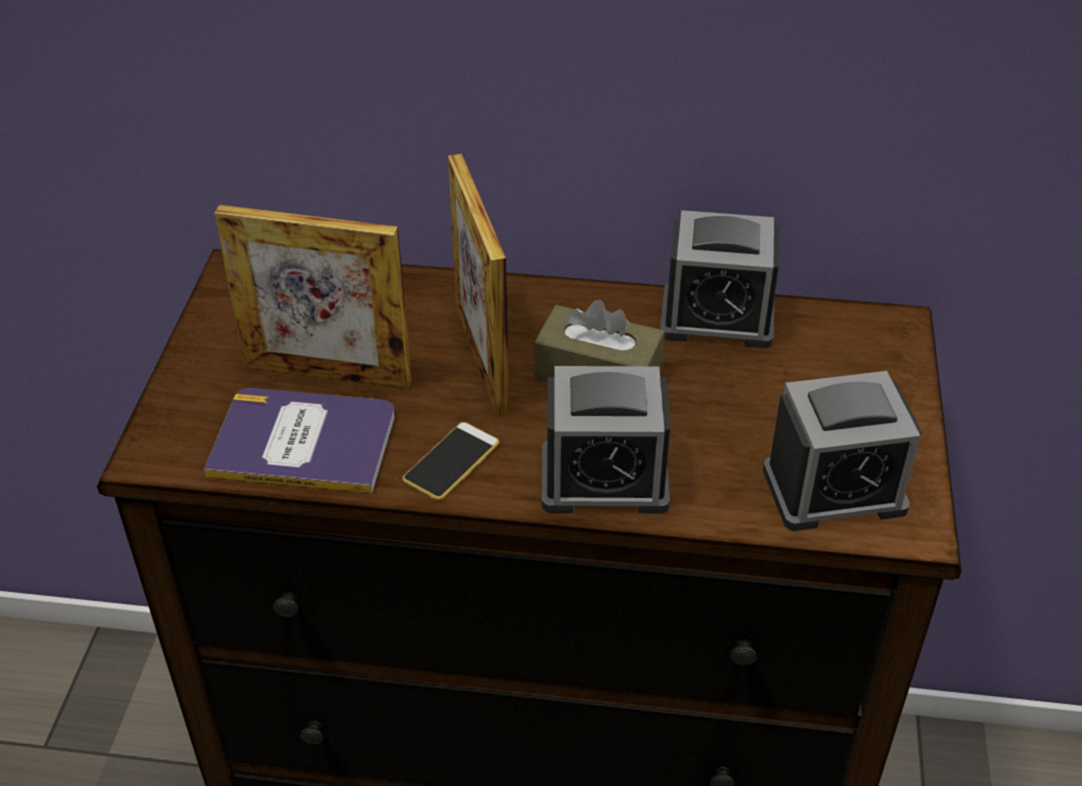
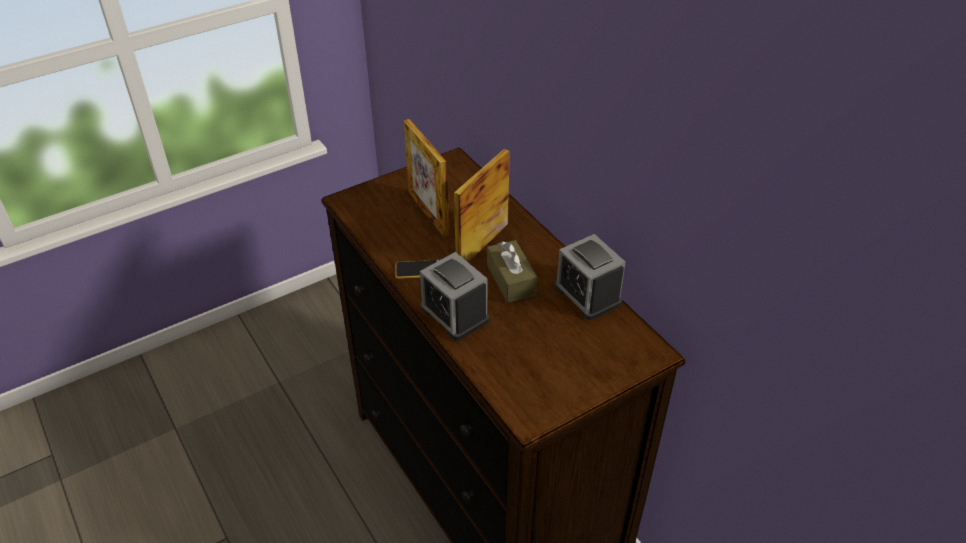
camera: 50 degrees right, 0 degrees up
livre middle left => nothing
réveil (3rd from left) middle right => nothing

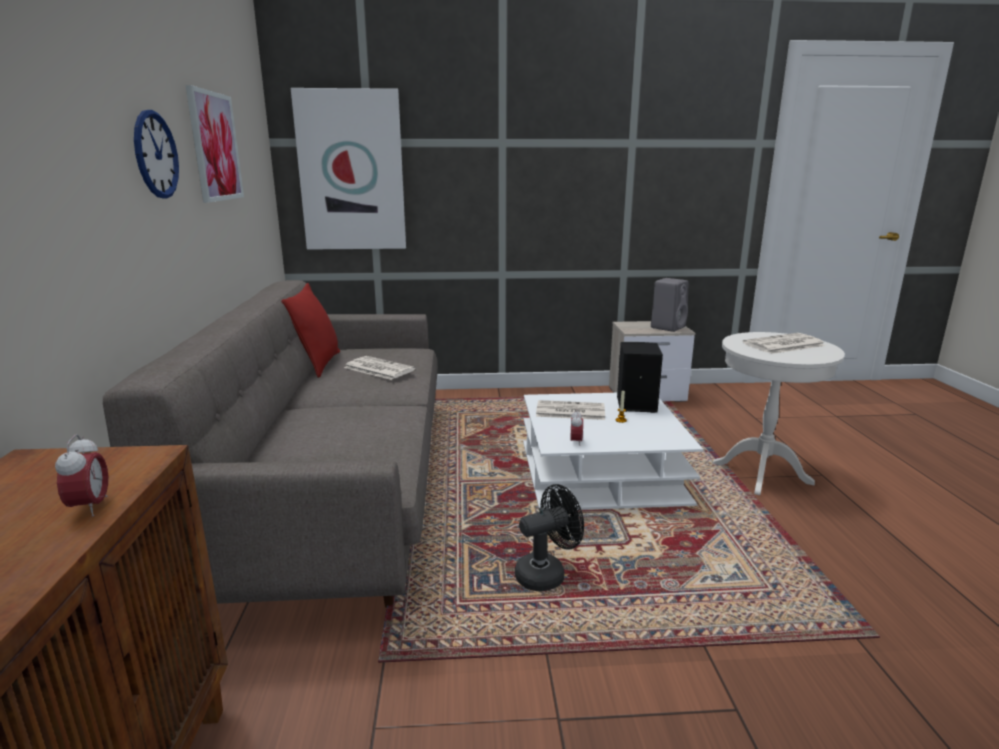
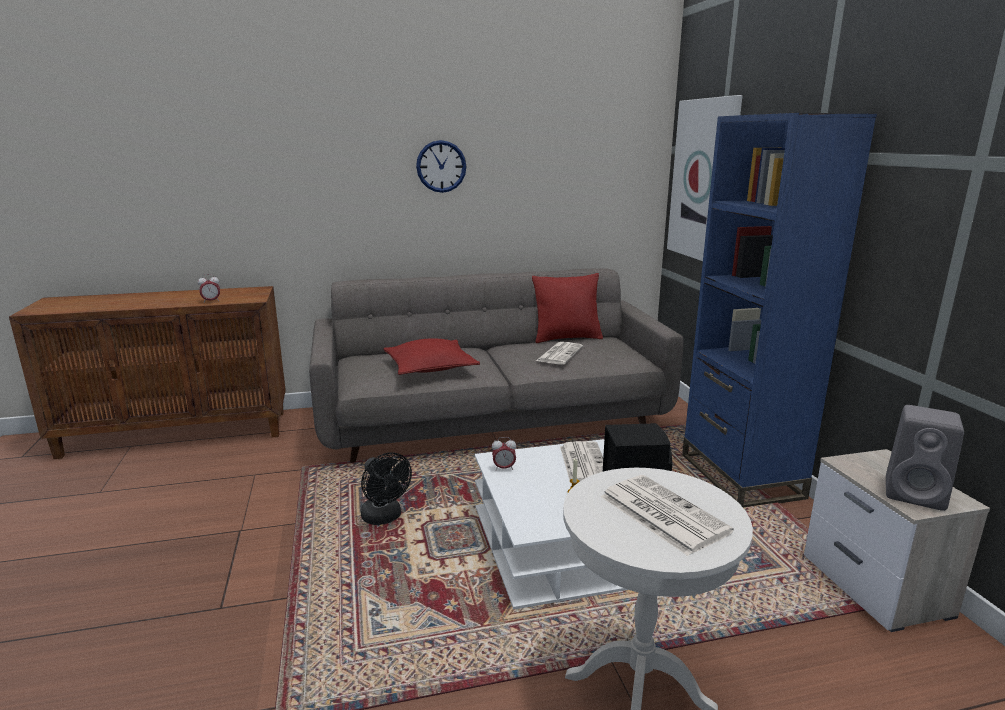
camera: 80 degrees right, 0 degrees up
tableau (1st from left) top left => nothing
nothing => coussin/rouge (1st from left) centre
nothing => bibliothèque/bleu middle right

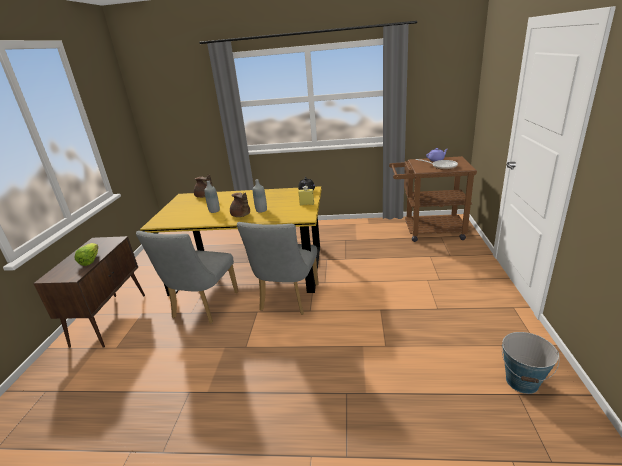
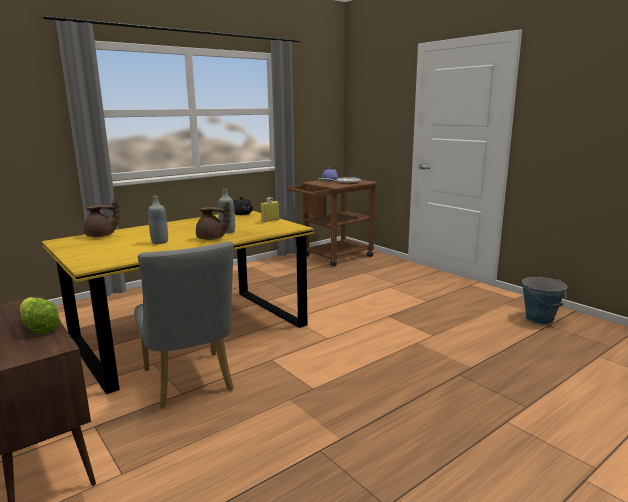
camera: 45 degrees left, 10 degrees down
chaise/gris (2nd from left) centre => nothing

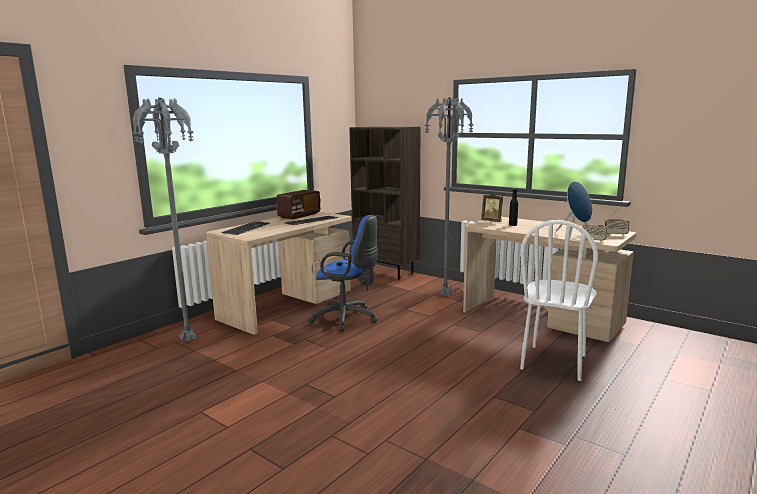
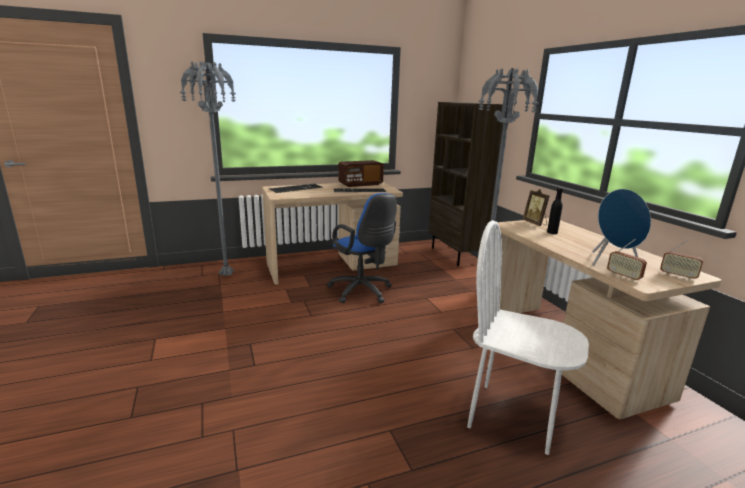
camera: 30 degrees right, 5 degrees up
chaise/blanc middle right => chaise/blanc bottom right, 60 degrees clockwise

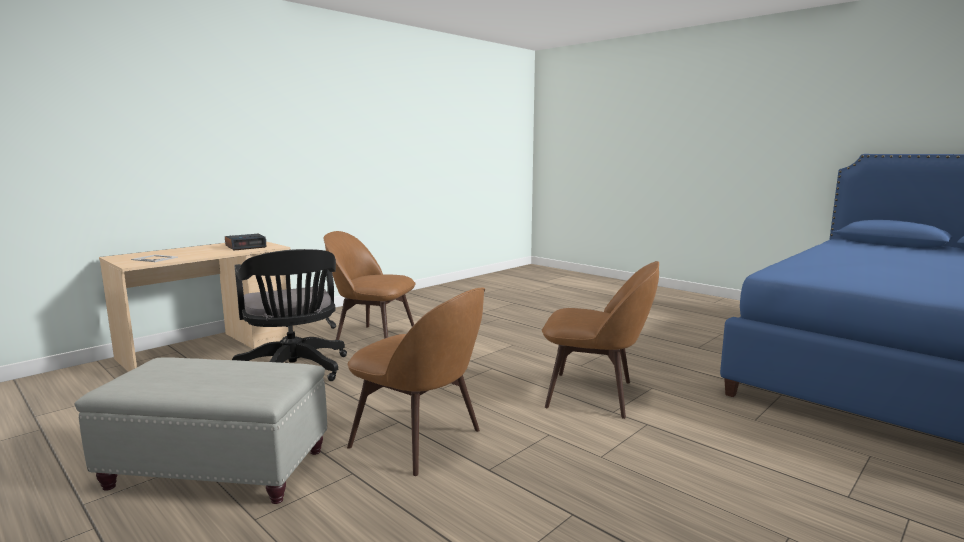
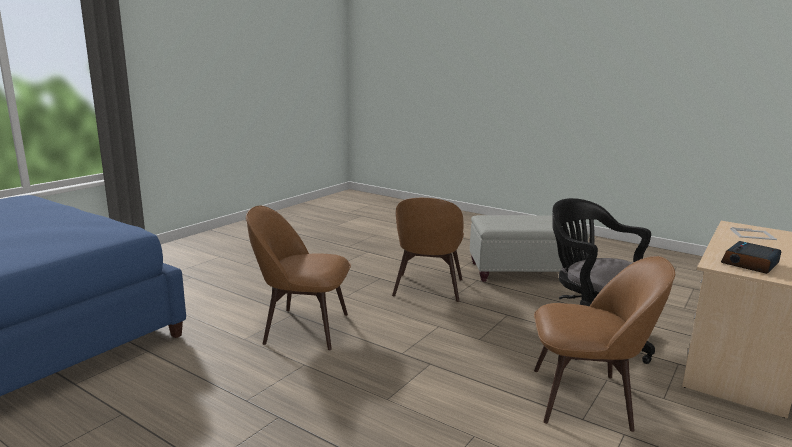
camera: 170 degrees right, 5 degrees up
chaise/marron (2nd from left) bottom centre => chaise/marron (2nd from left) centre, 105 degrees counterclockwise

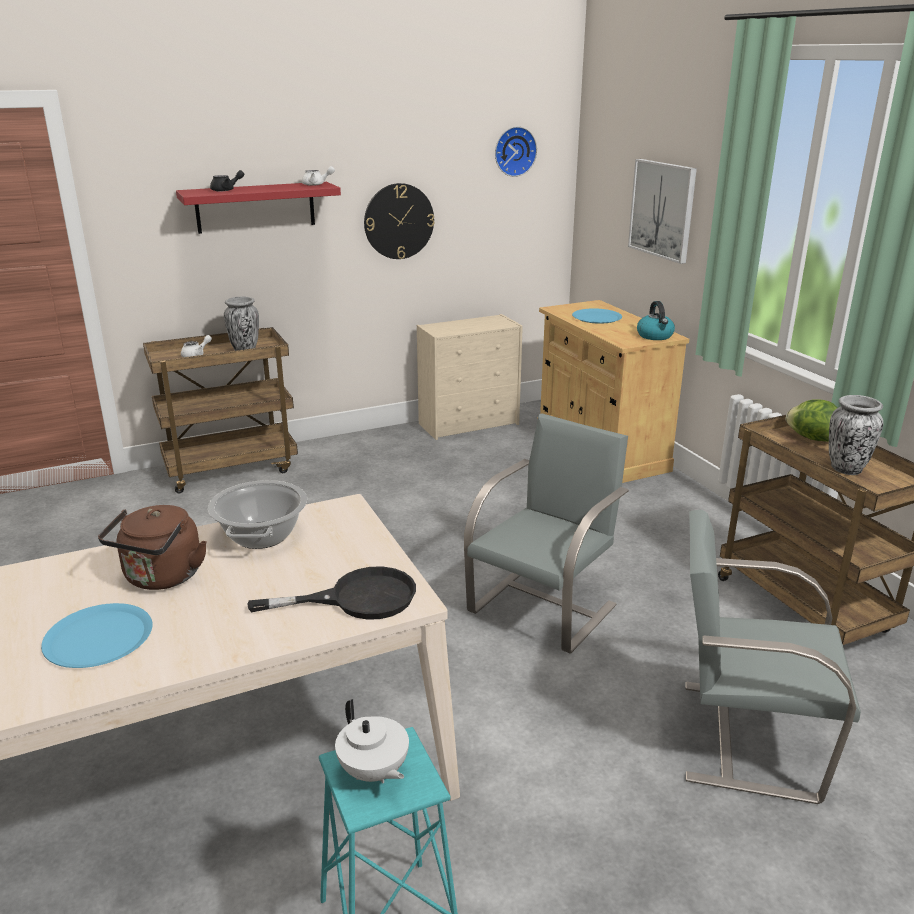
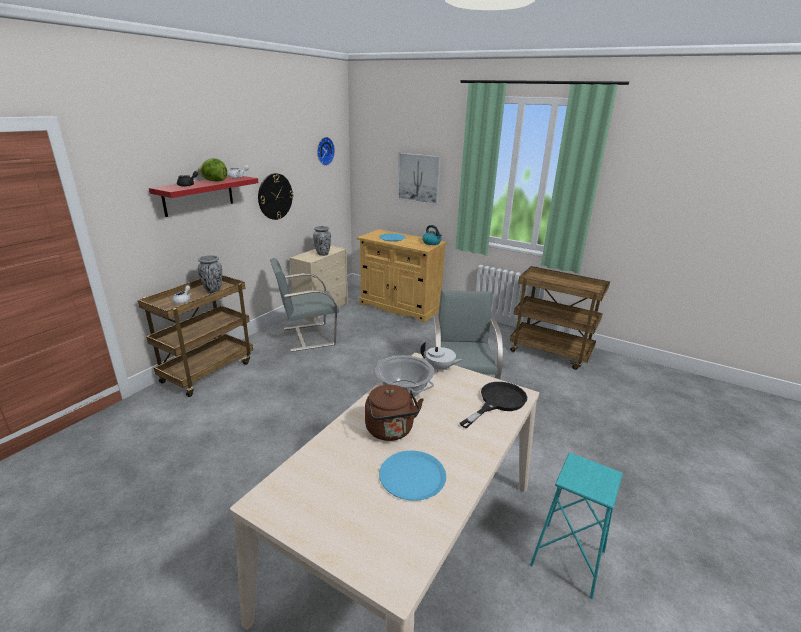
camera: 35 degrees left, 0 degrees up
théière/blanc (3rd from left) bottom centre => théière/blanc (3rd from left) centre, moved
chaise/gris (2nd from left in the first image) bottom right => chaise/gris (1st from left) centre, moved
laitue middle right => laitue top left, moved
vase (2nd from left) middle right => vase (2nd from left) centre, moved

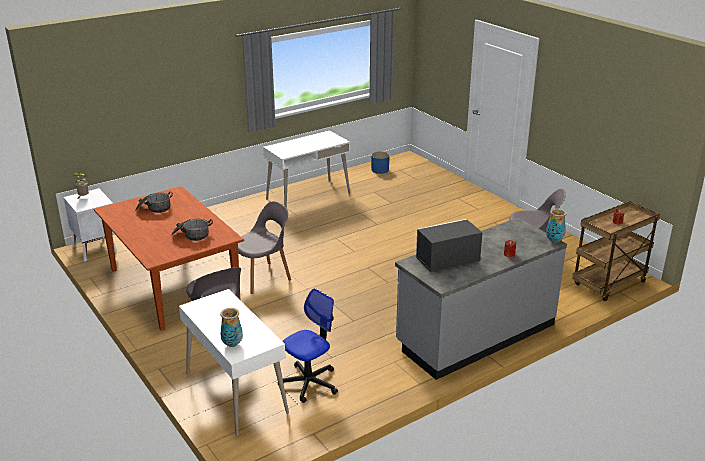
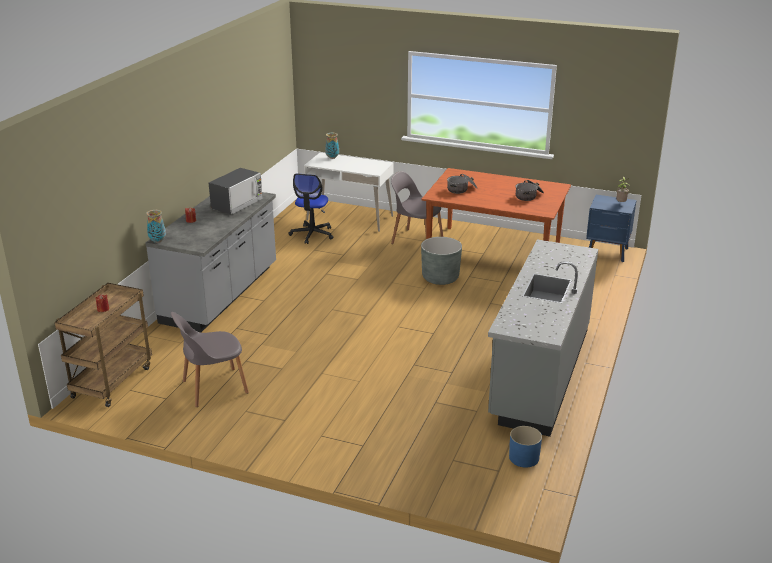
camera: 145 degrees right, 0 degrees up
table de chevet/blanc middle left => table de chevet/bleu middle right
chaise/gris (2nd from left) centre => cache-pot/gris centre
bureau/blanc (2nd from left) centre => comptoir de cuisine/gris (2nd from left) middle right

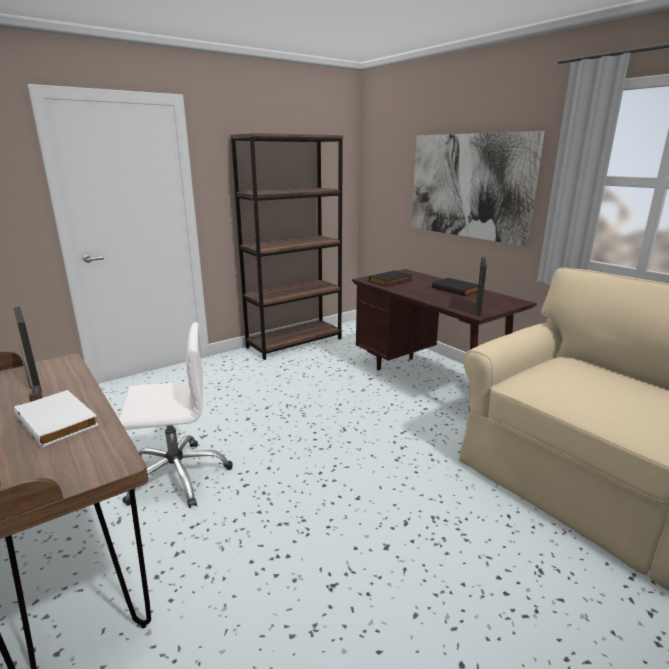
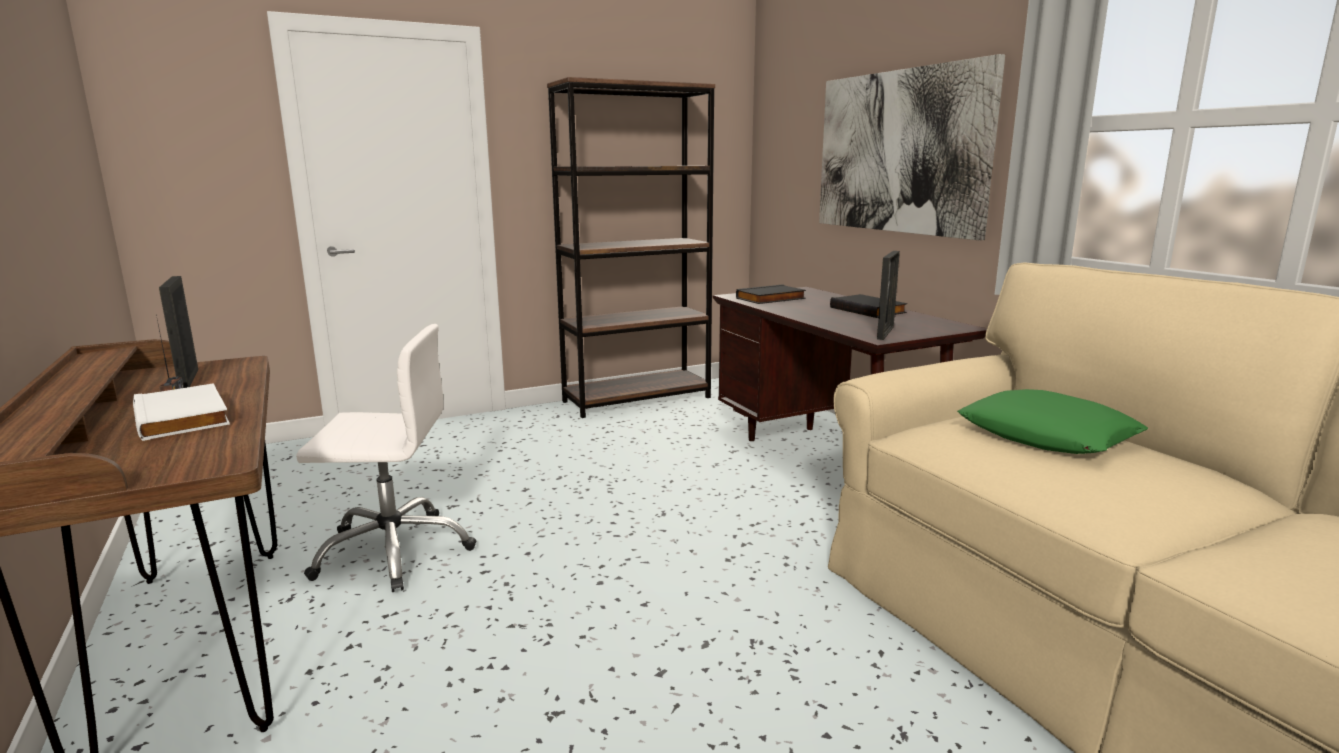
camera: 10 degrees right, 5 degrees down
nothing => coussin/vert middle right

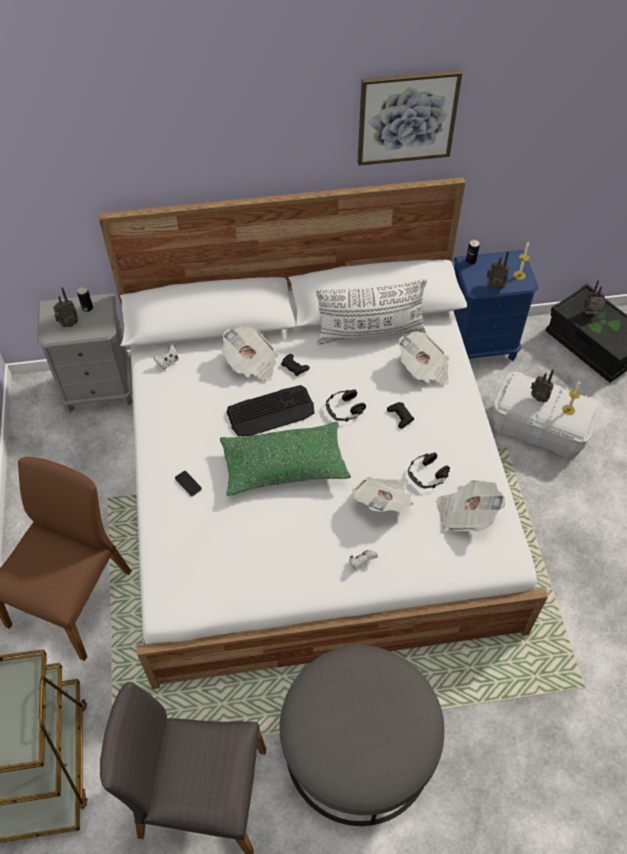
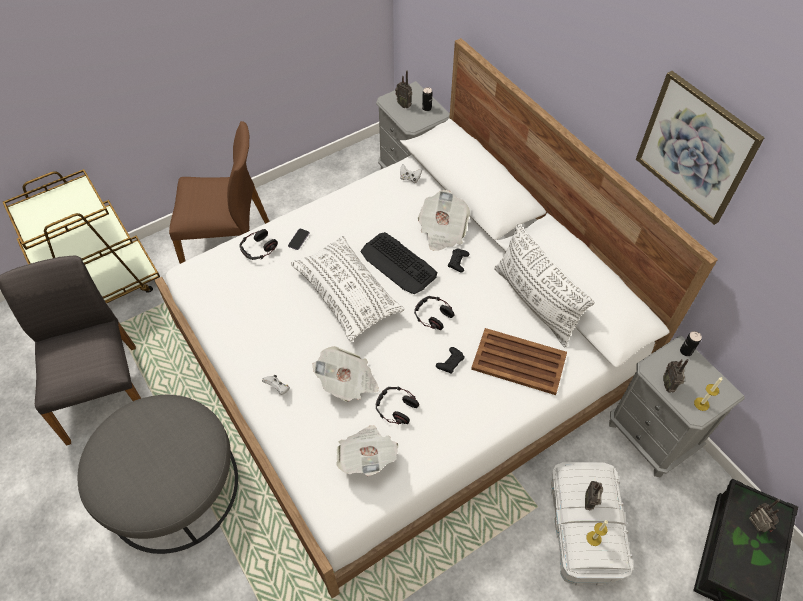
camera: 65 degrees right, 0 degrees up
coussin/vert centre => coussin/blanc (1st from left) centre
journal (3rd from left) middle right => plateau/marron centre
table de chevet/bleu middle right => table de chevet/gris (2nd from left) bottom right
nothing => casque audio (1st from left) middle left

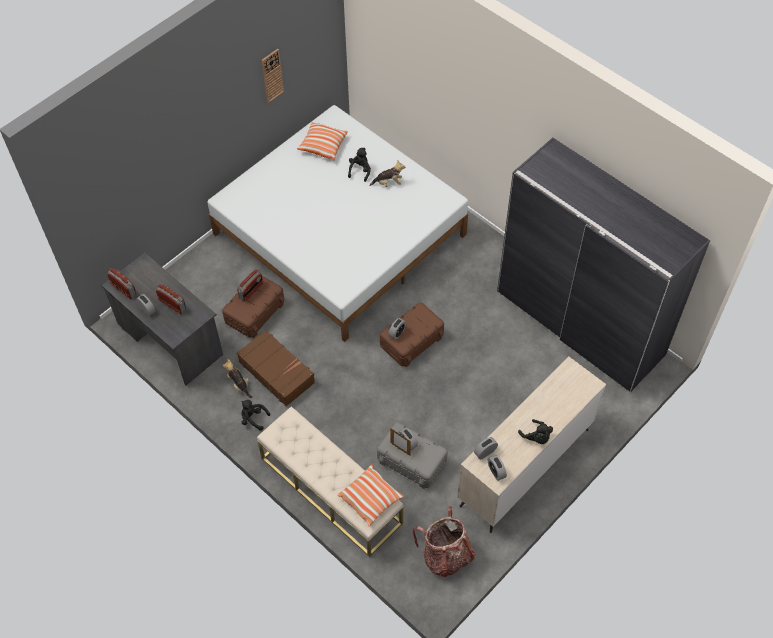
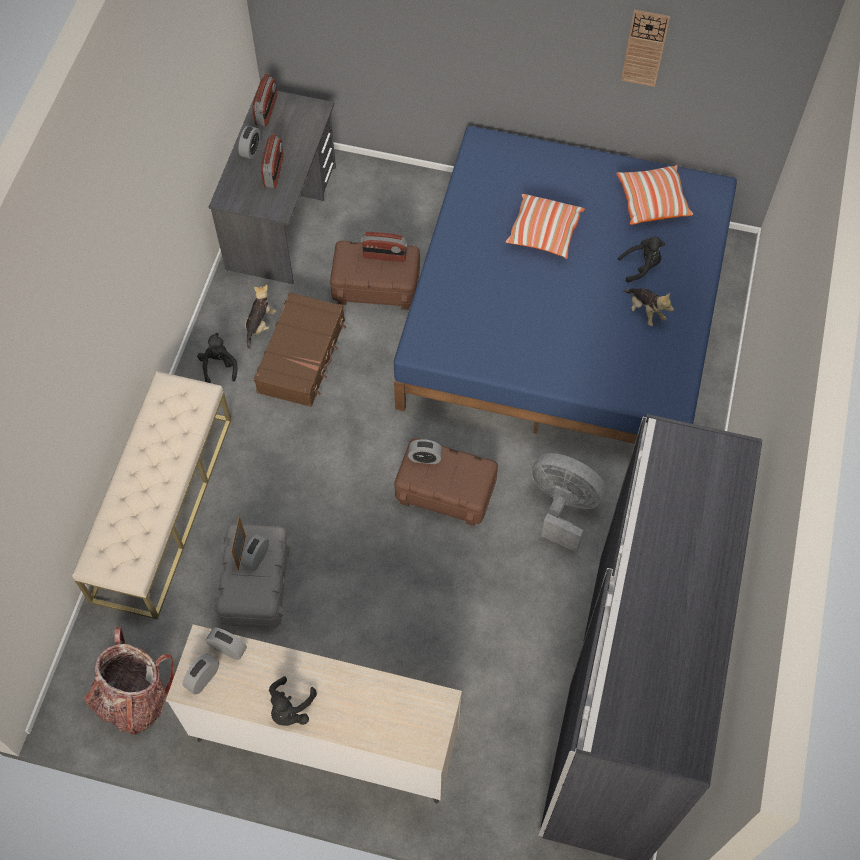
camera: 60 degrees right, 5 degrees up
lit/blanc centre => lit/bleu top centre
coussin (2nd from left in the first image) bottom centre => coussin (1st from left) top centre, moved
nothing => ventilateur/gris centre

